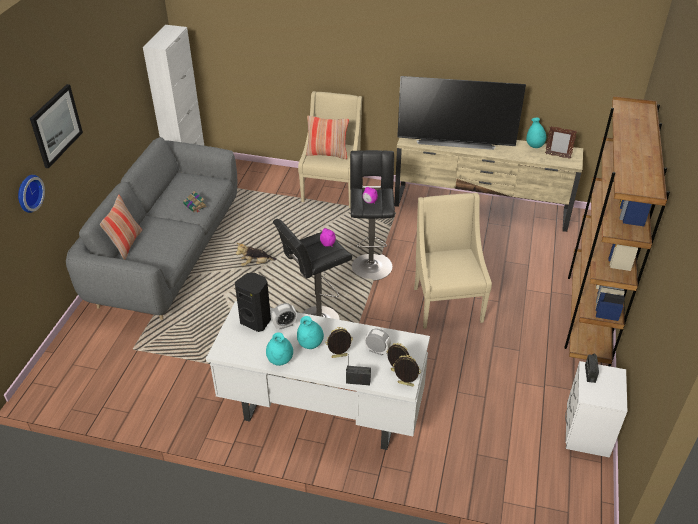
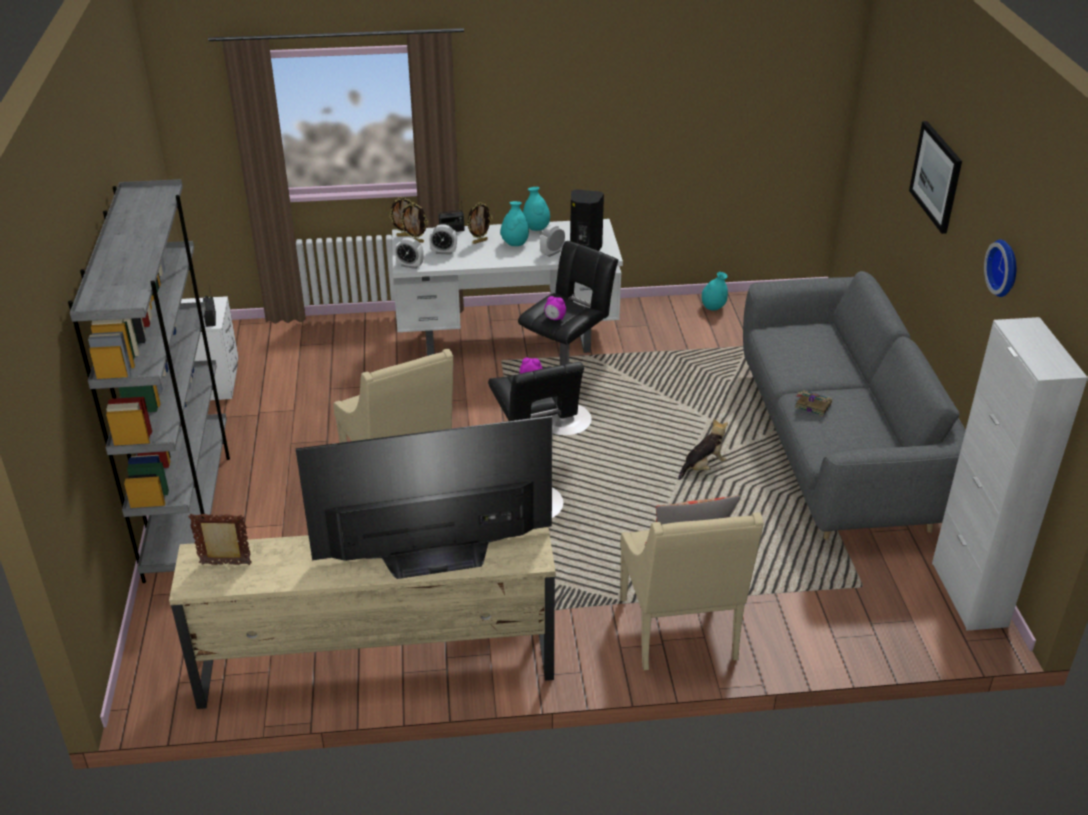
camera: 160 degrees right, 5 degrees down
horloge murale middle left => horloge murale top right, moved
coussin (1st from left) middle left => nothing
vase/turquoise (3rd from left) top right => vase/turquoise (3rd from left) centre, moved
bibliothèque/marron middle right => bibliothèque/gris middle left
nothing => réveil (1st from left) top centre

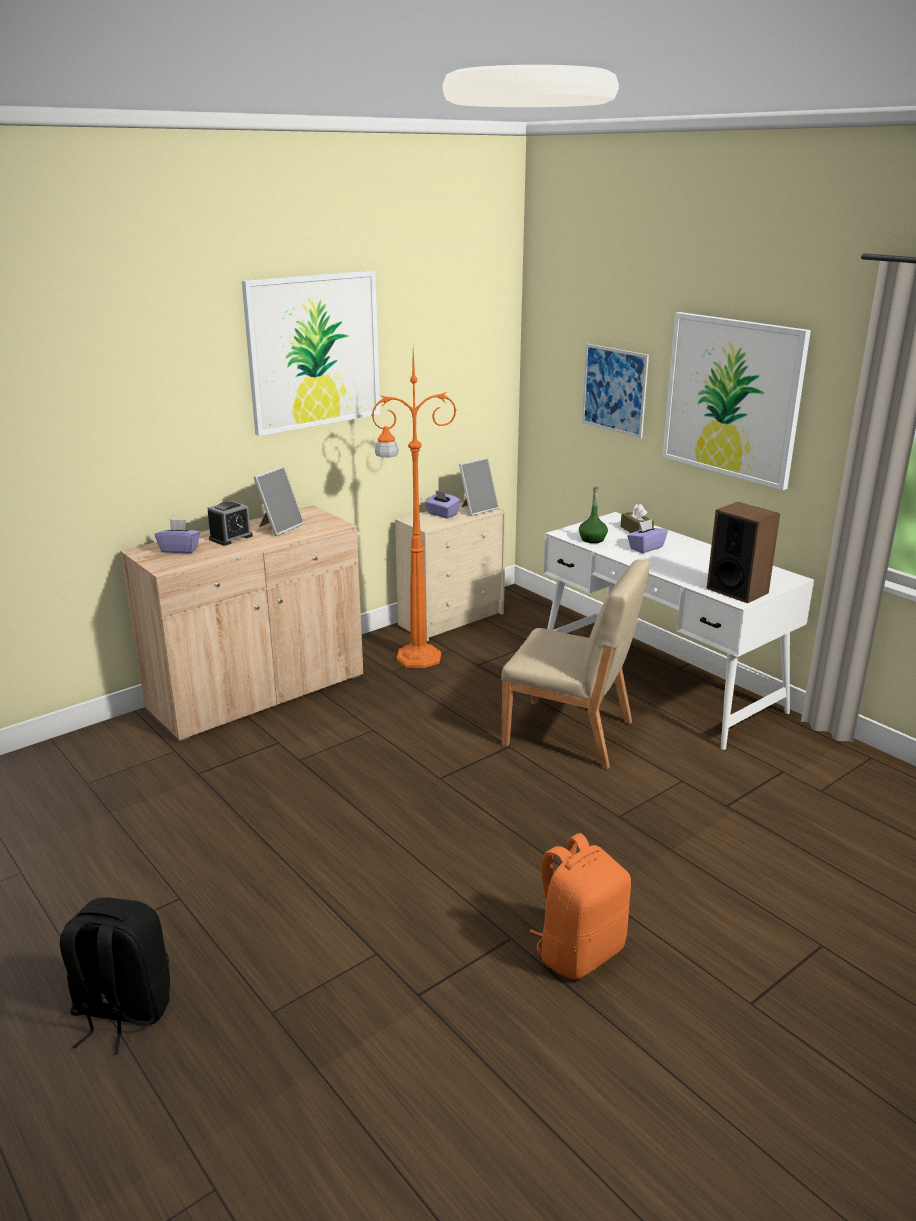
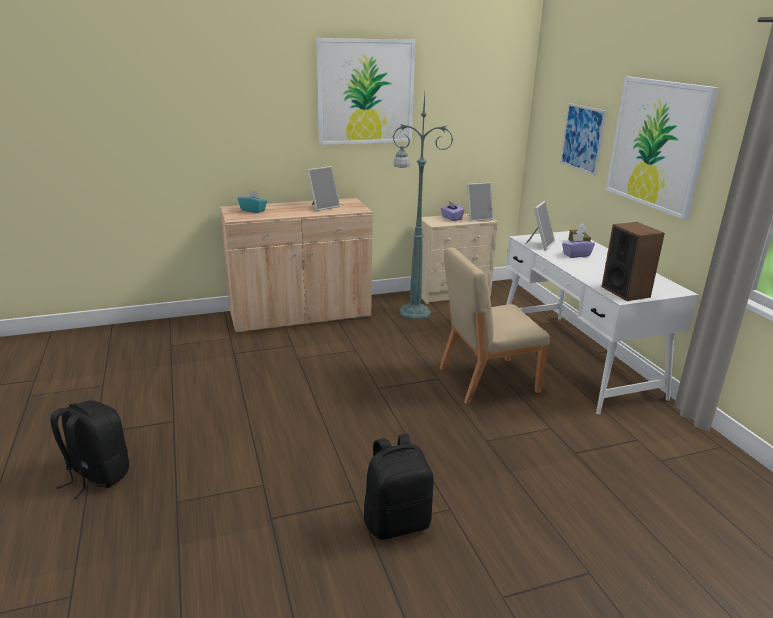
camera: 20 degrees right, 0 degrees up
boîte à mouchoirs/violet (1st from left) middle left => boîte à mouchoirs/turquoise top left
réveil middle left => nothing
lampadaire/orange centre => lampadaire/vert centre
chaise/beige centre, 120 degrees clockwise
sac à dos/orange bottom centre => sac à dos/noir (2nd from left) bottom centre
bouteille/vert centre => cadre photo (3rd from left) middle right

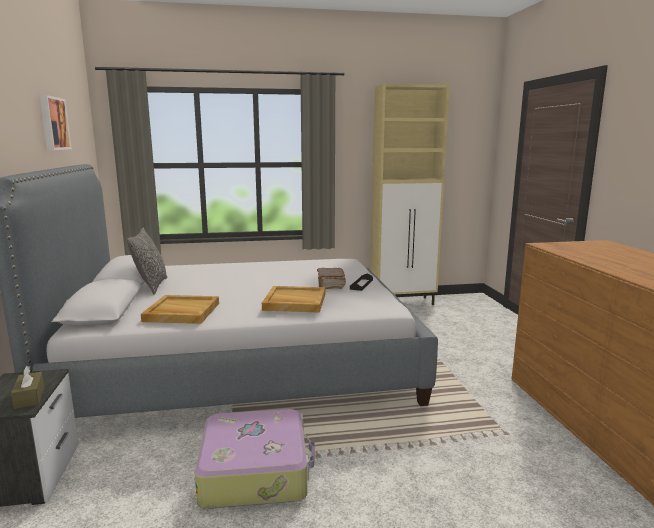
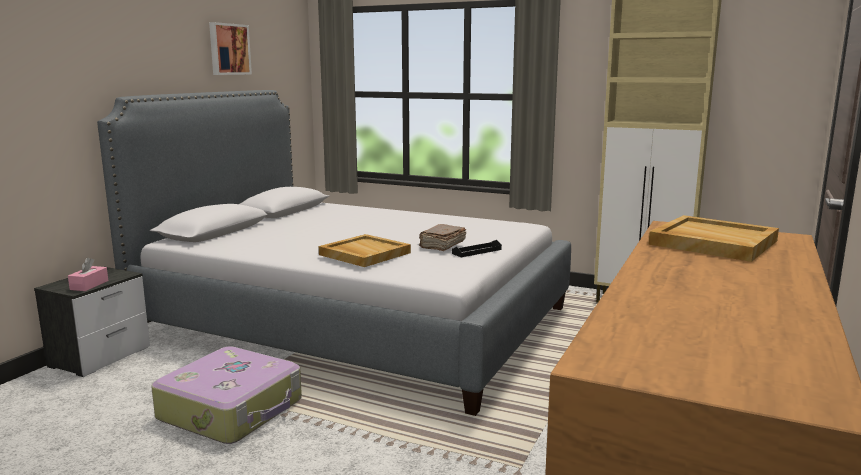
camera: 35 degrees right, 0 degrees up
boîte à mouchoirs/marron bottom left => boîte à mouchoirs/rose middle left
coussin middle left => nothing
plateau/beige (1st from left in the first image) middle left => plateau/beige (2nd from left) middle right, moved

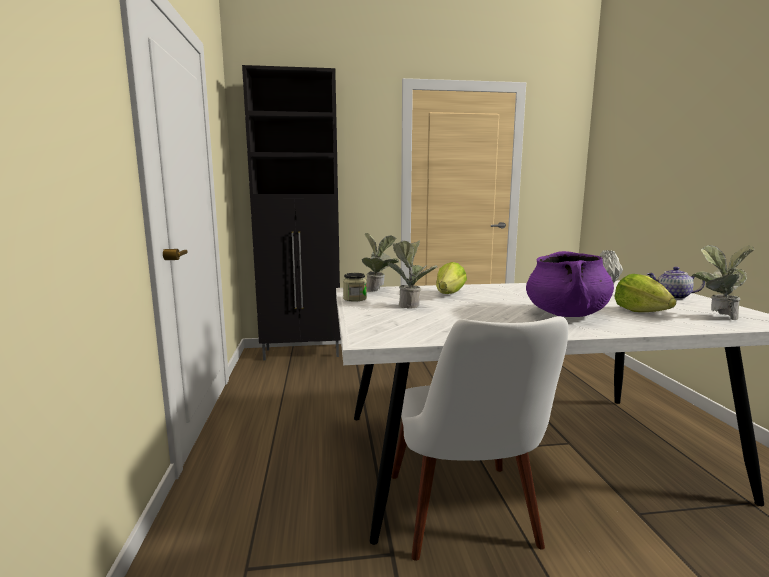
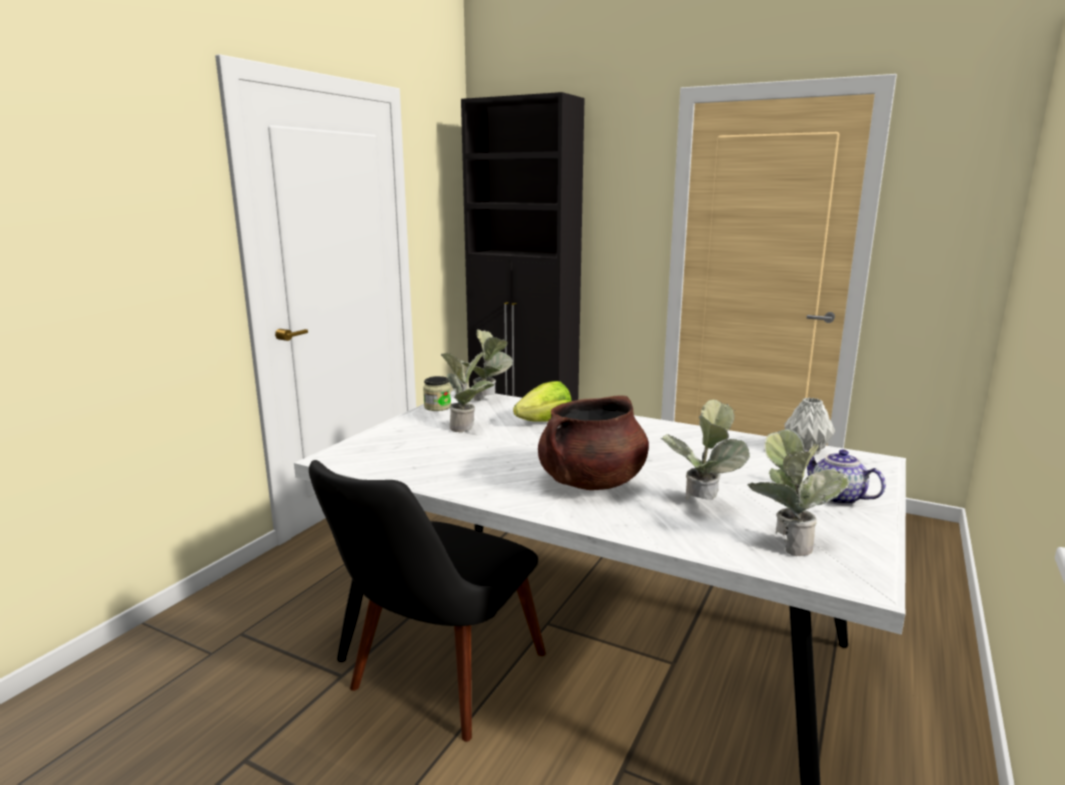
camera: 35 degrees right, 5 degrees up
chaise/blanc bottom centre => chaise/noir bottom centre
marmite/violet middle right => marmite/marron centre
laitue (2nd from left) middle right => plante en pot (3rd from left) centre

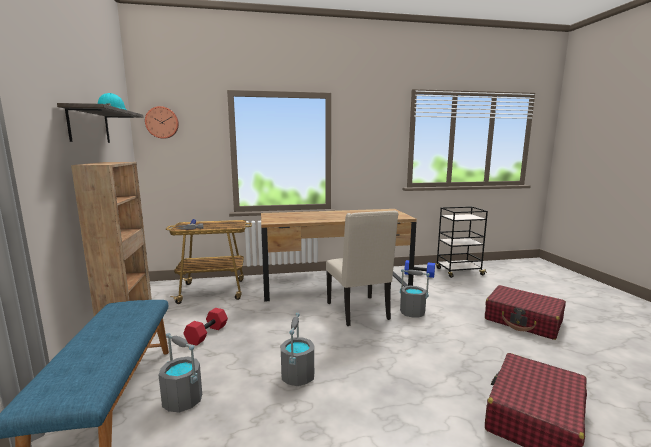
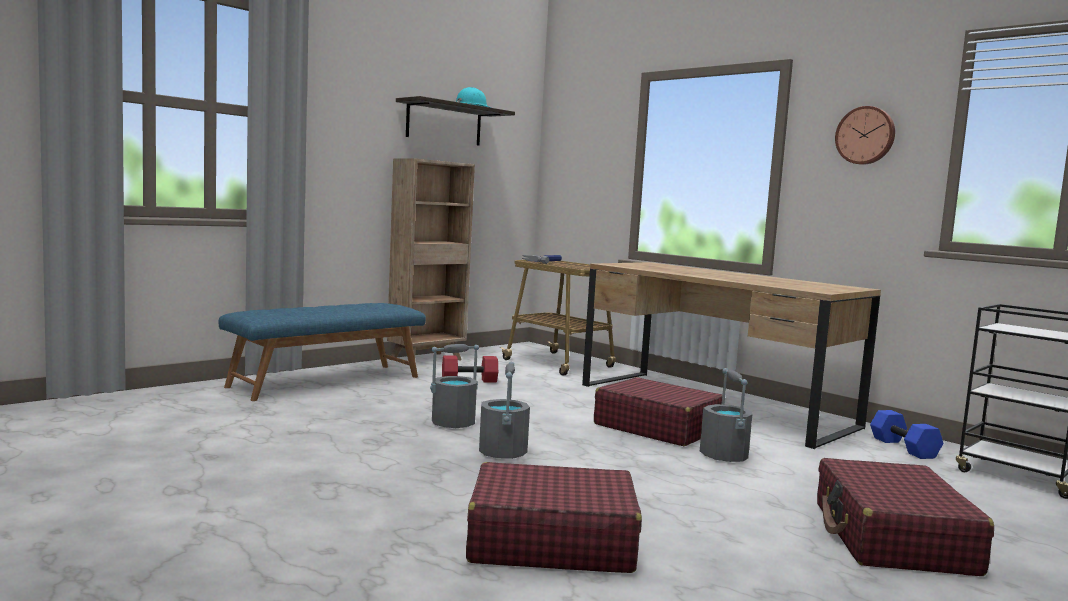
camera: 55 degrees right, 5 degrees down
horloge murale top left => horloge murale top right, moved
seau/gris (1st from left in the first image) bottom left => seau/gris (2nd from left) bottom centre, moved
chaise/beige centre => valise/rouge (2nd from left) bottom centre

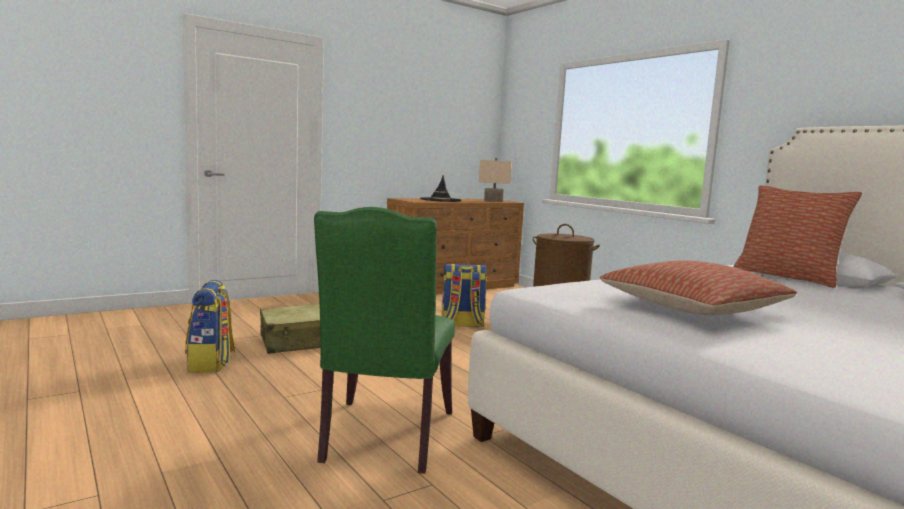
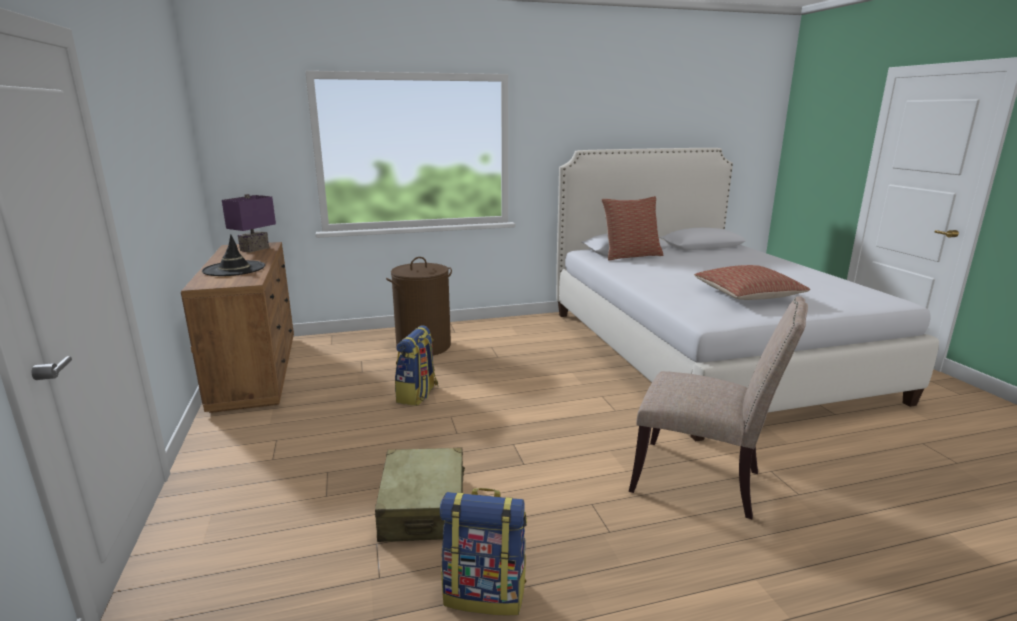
camera: 70 degrees left, 10 degrees up
chaise/vert bottom centre => chaise/beige middle right
lampe de table/beige centre => lampe de table/violet middle left

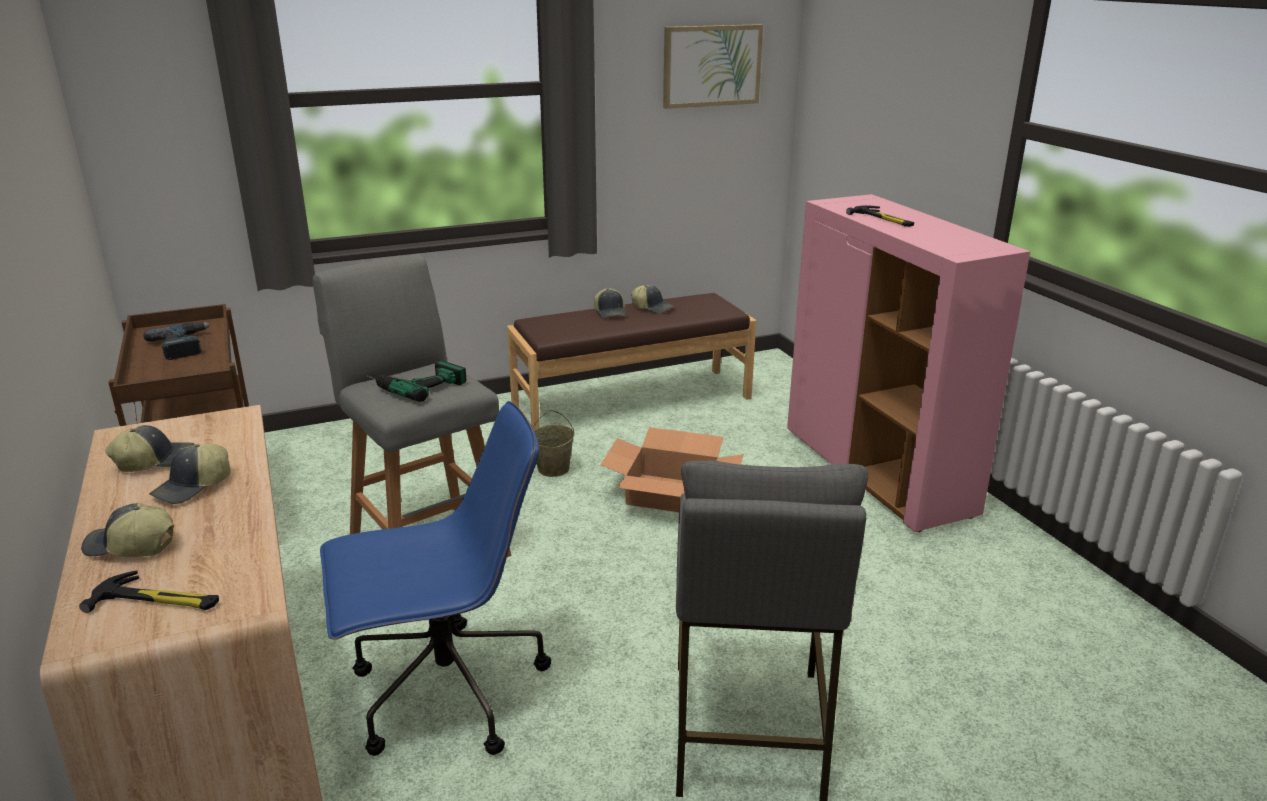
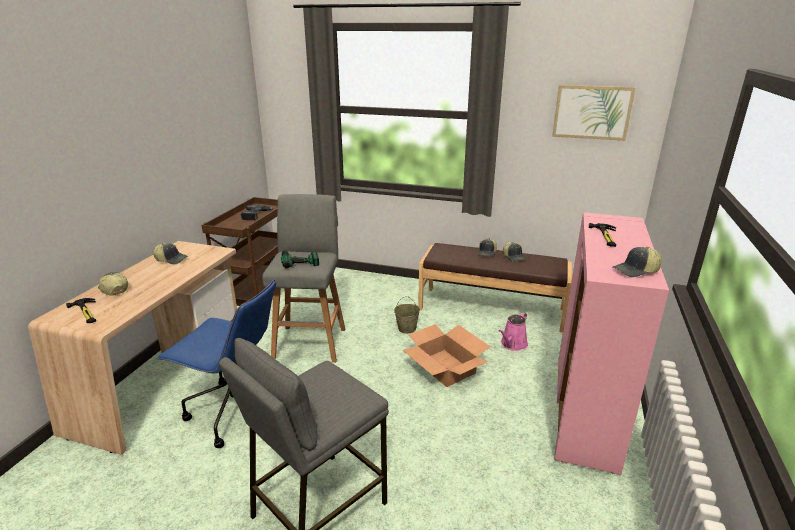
camera: 40 degrees right, 0 degrees up
casquette (3rd from left in the first image) middle left => casquette (5th from left) middle right, moved
nothing => arrosoir/rose centre

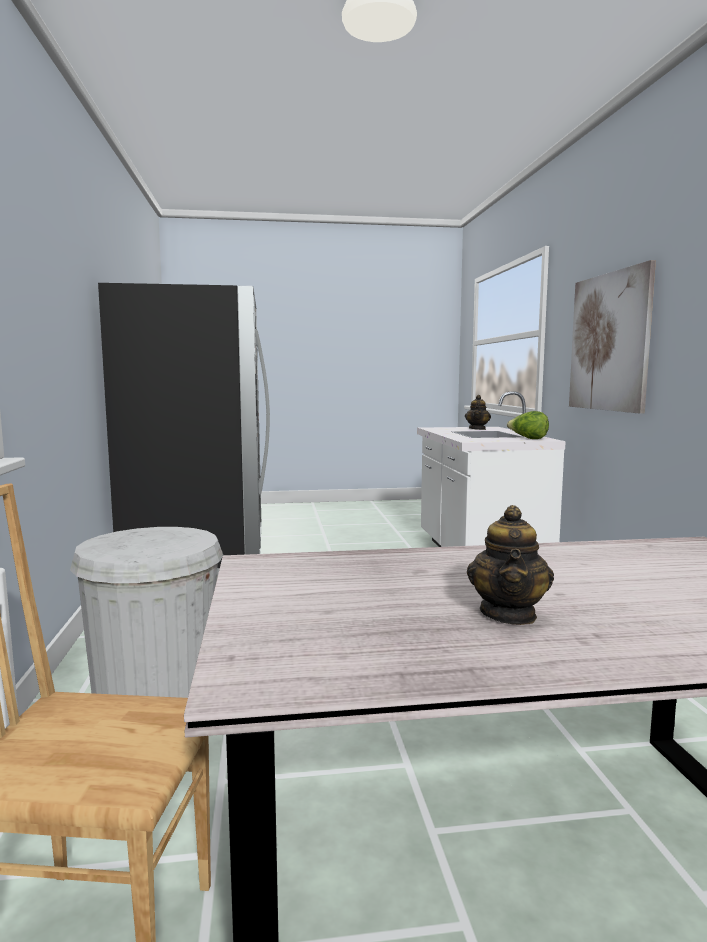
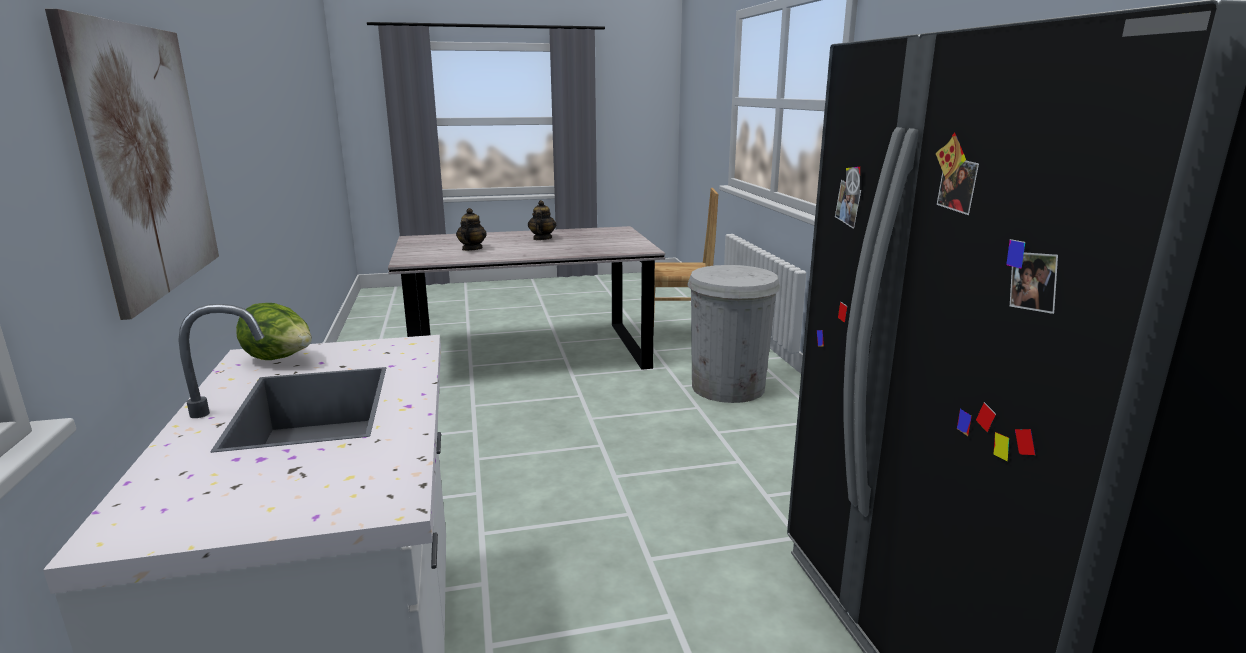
camera: 175 degrees right, 10 degrees up
théière (1st from left) middle right => théière (1st from left) centre, moved

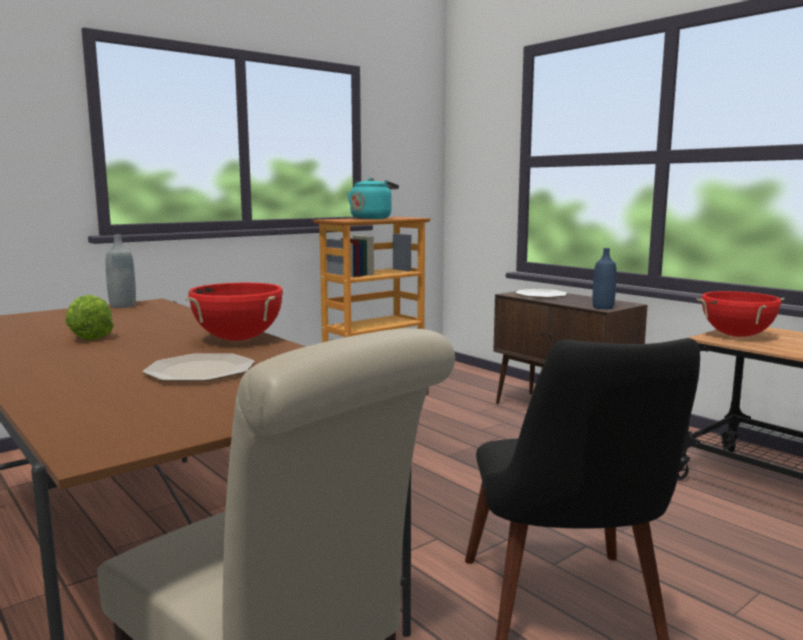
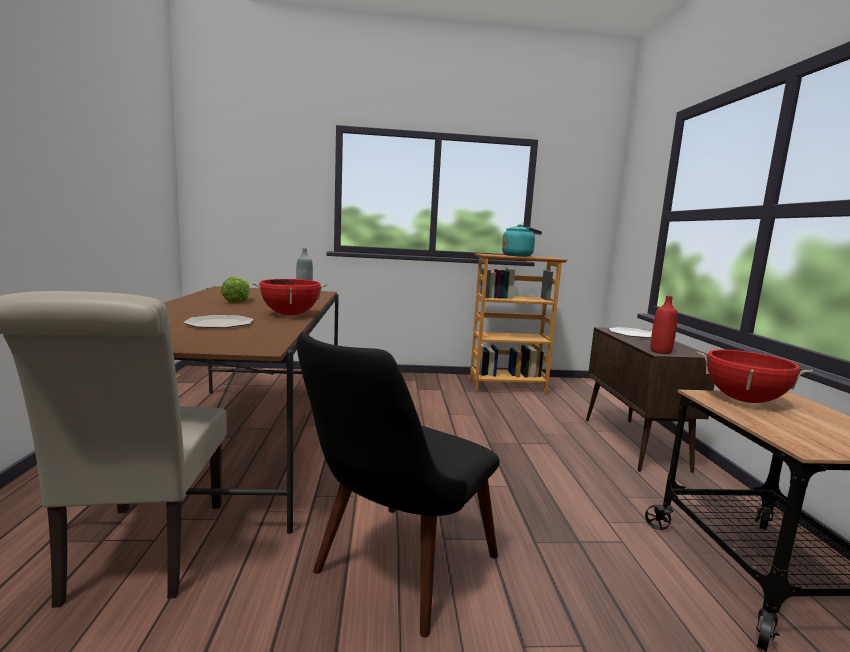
camera: 35 degrees right, 0 degrees up
bouteille/bleu middle right => bouteille/rouge middle right

